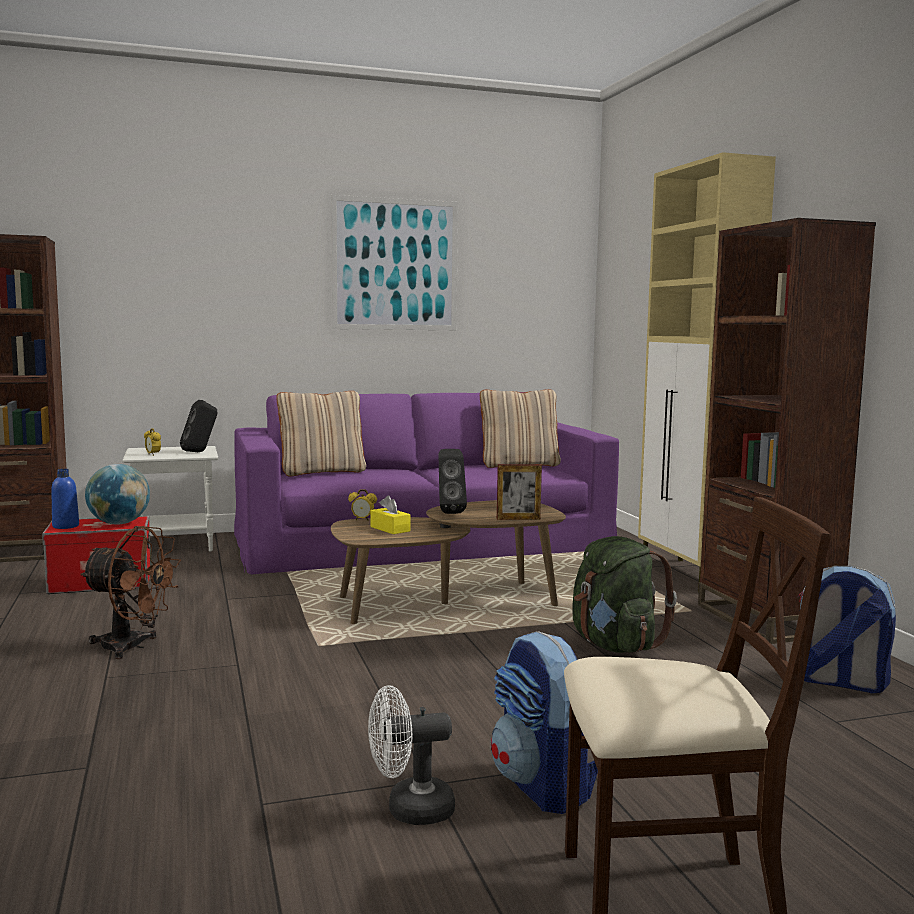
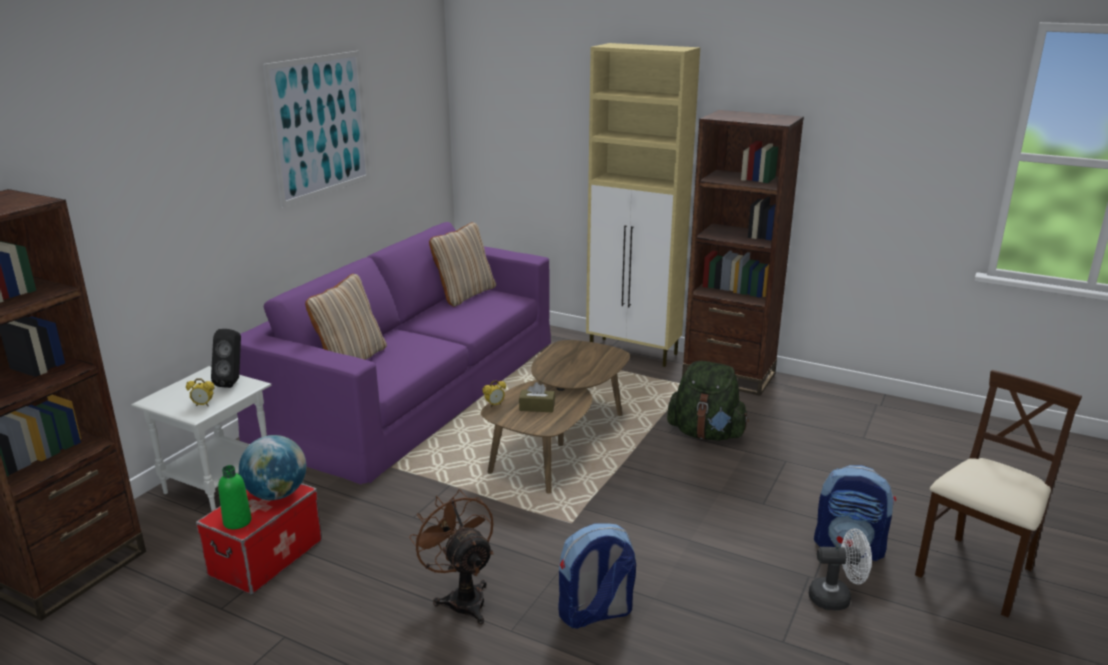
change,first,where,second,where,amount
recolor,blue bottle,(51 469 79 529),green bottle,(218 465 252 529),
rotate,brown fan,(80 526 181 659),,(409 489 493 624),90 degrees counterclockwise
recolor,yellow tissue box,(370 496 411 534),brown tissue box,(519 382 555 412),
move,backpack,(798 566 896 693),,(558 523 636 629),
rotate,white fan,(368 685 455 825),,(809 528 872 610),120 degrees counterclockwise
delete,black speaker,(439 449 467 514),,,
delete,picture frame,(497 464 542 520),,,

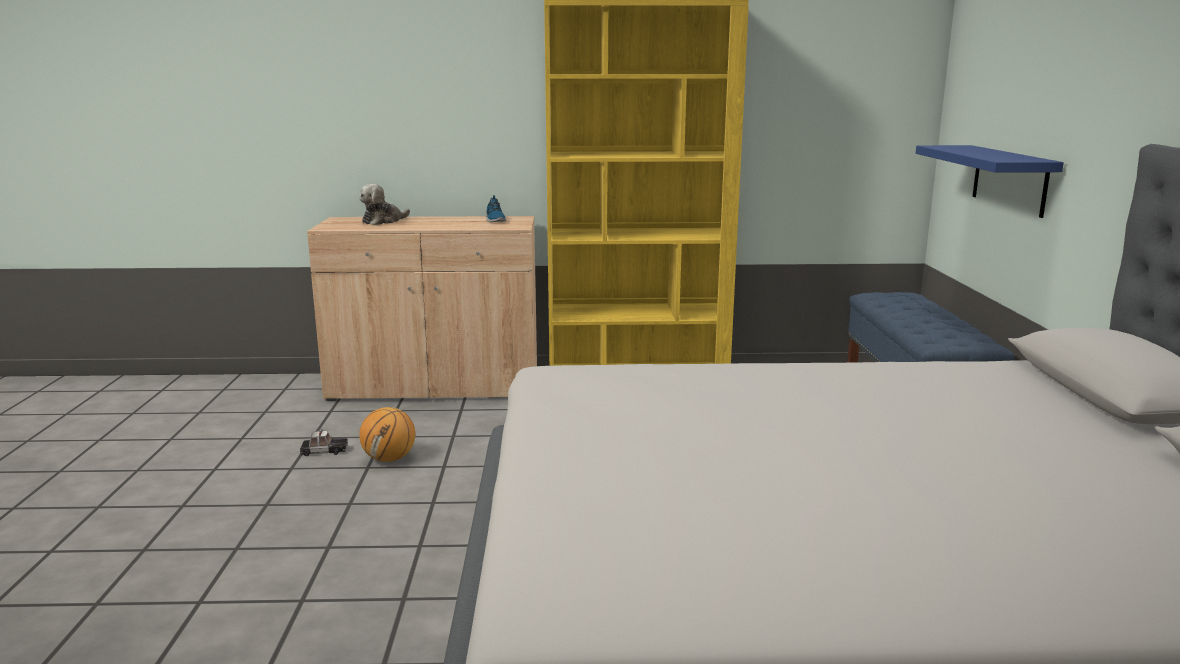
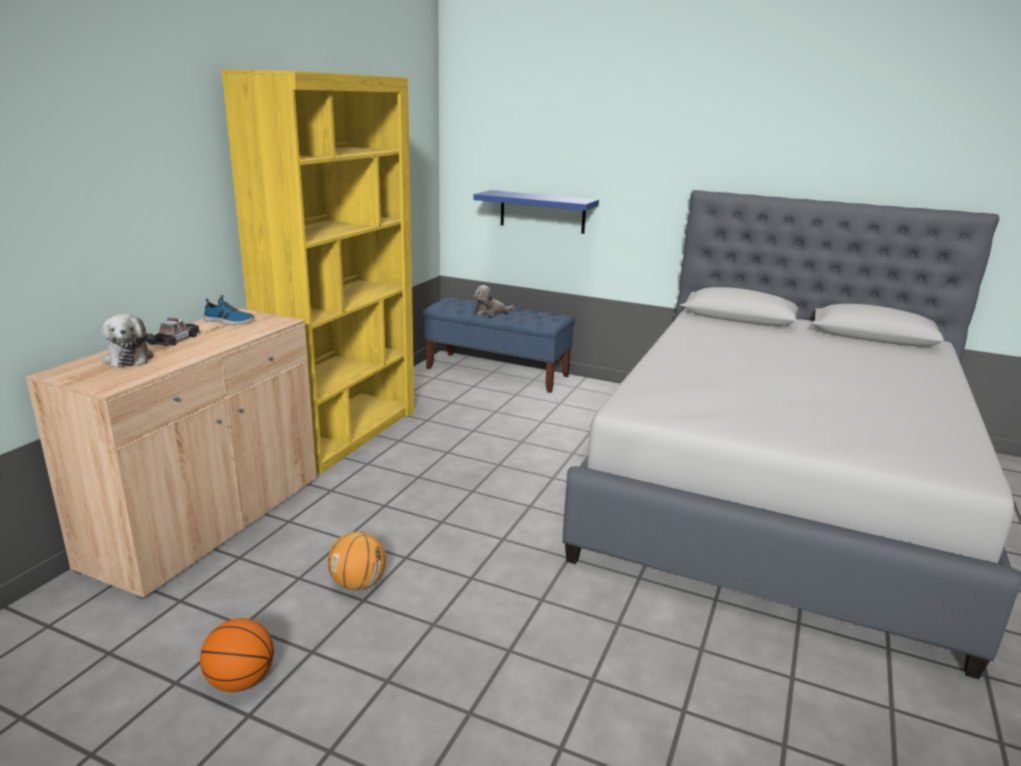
change,first,where,second,where,amount
move,toy car,(300 429 348 456),,(154 318 200 346),
insert,,,basketball,(200 618 274 692),
insert,,,plush toy,(473 285 514 316),

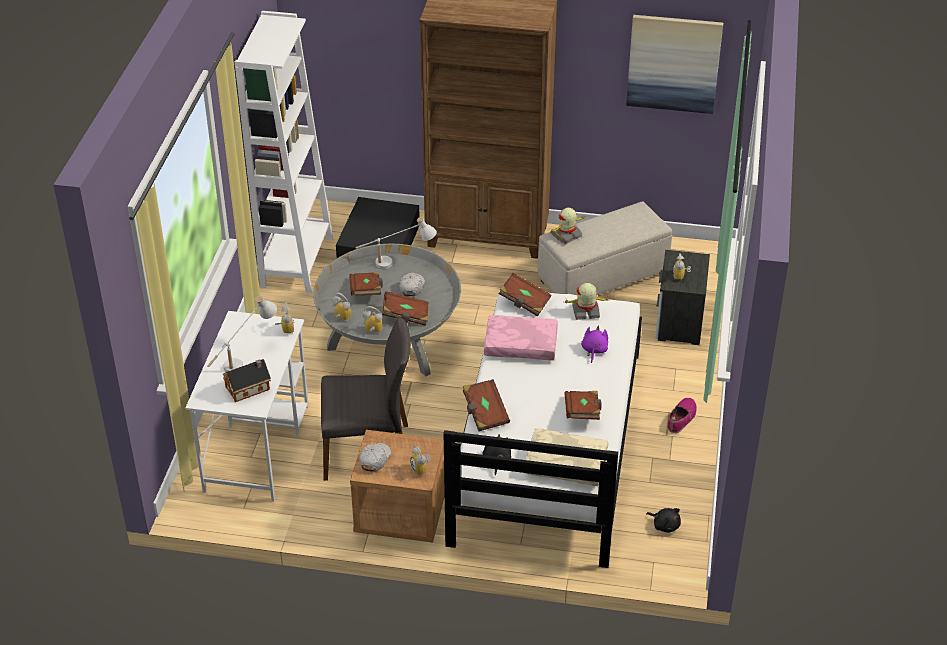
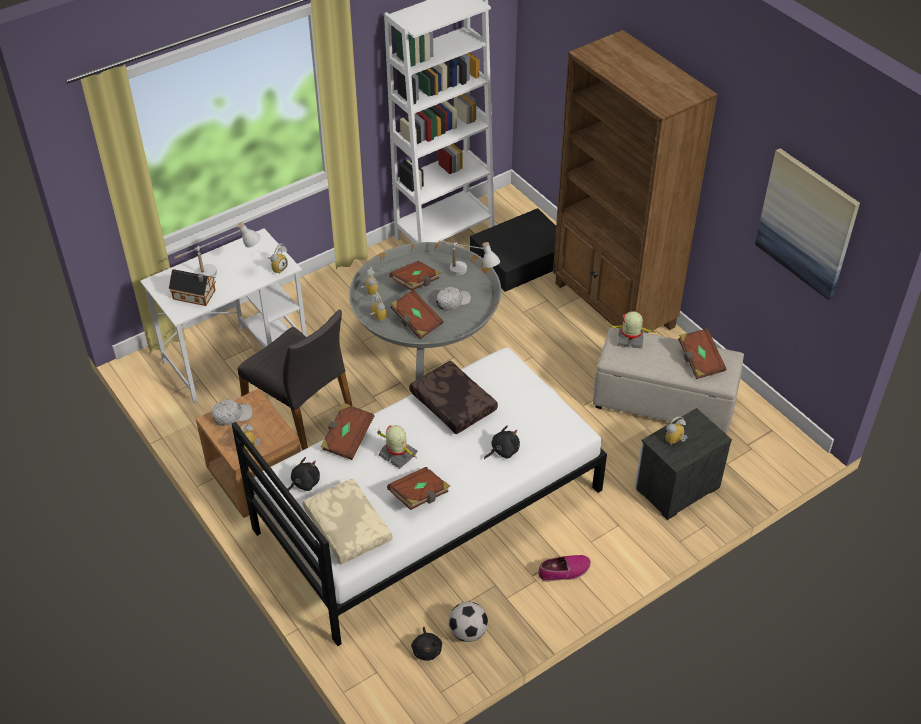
change,first,where,second,where,amount
move,toy robot,(563 283 609 320),,(375 425 418 469),
recolor,pink pillow,(484 315 558 360),brown pillow,(409 360 498 434),
insert,,,football,(448 602 488 642),
recolor,purple plush toy,(581 326 608 363),black plush toy,(484 425 520 459),
move,brown book,(499 273 551 317),,(678 328 726 379),

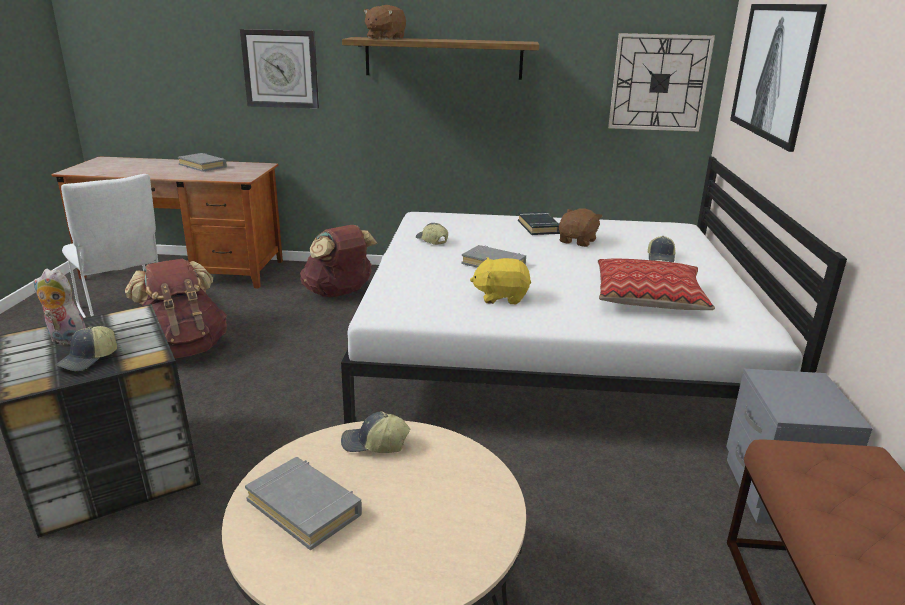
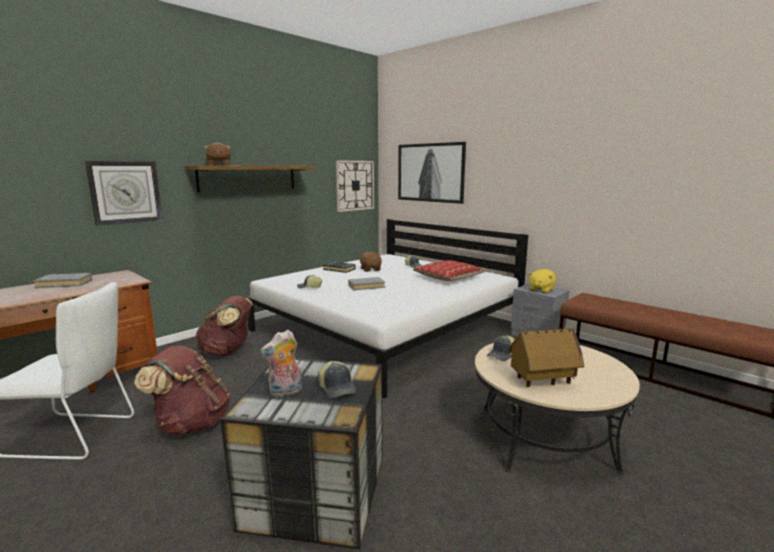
change,first,where,second,where,amount
replace,grey book,(245 457 362 551),toy house,(508 328 584 387),
move,yellow plush toy,(470 257 531 304),,(528 269 556 293),

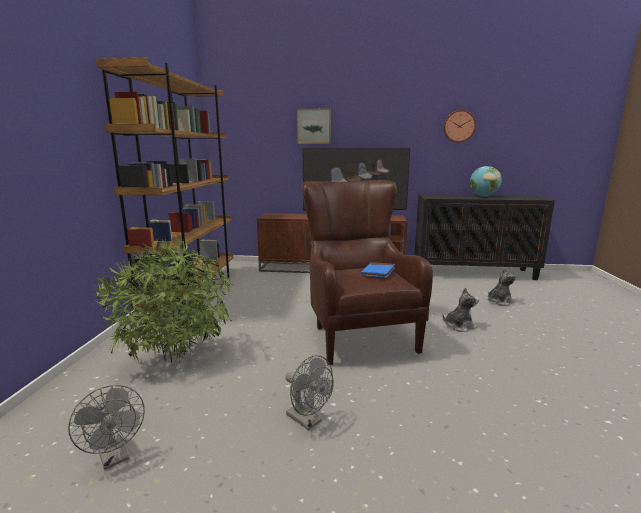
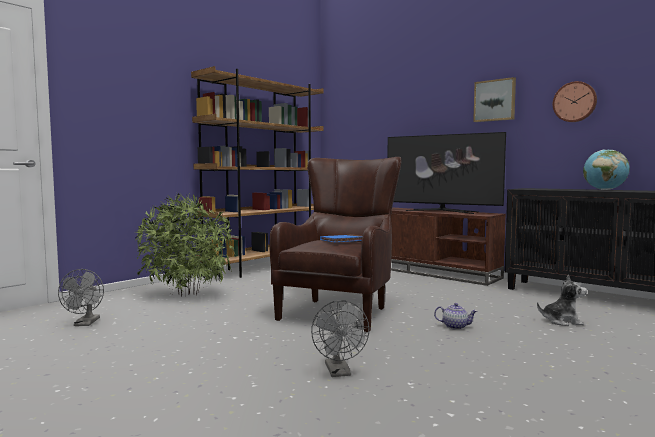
change,first,where,second,where,amount
move,grey fan,(285 355 334 430),,(311 300 369 377),
replace,plush toy,(442 288 479 332),teapot,(434 303 477 330),
move,picture,(297 109 331 144),,(473 77 516 122),

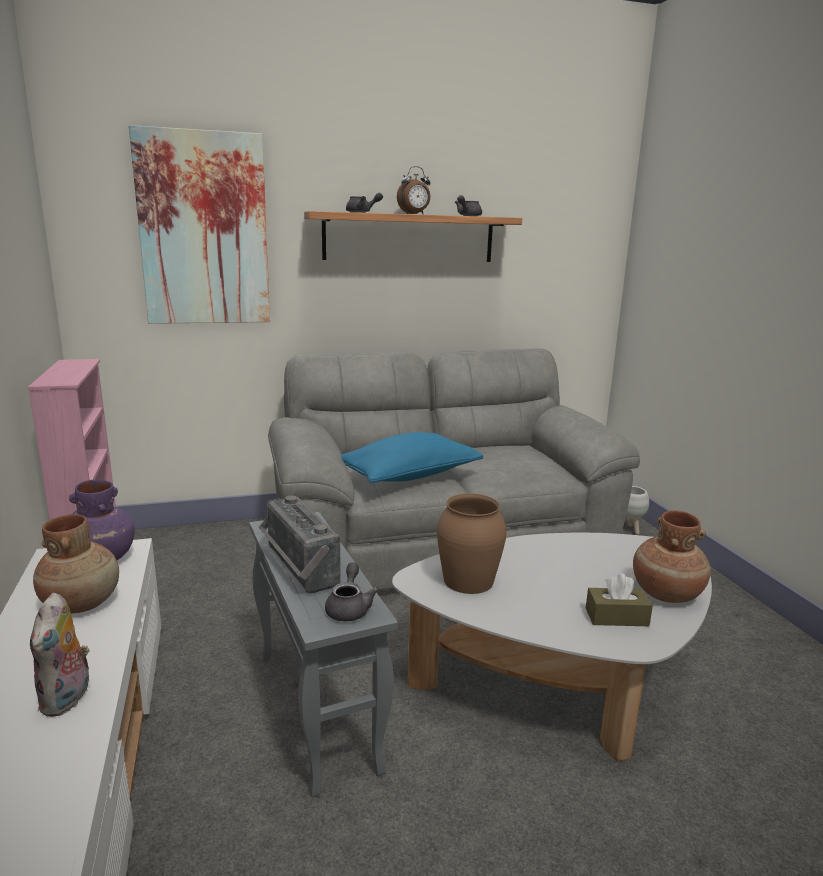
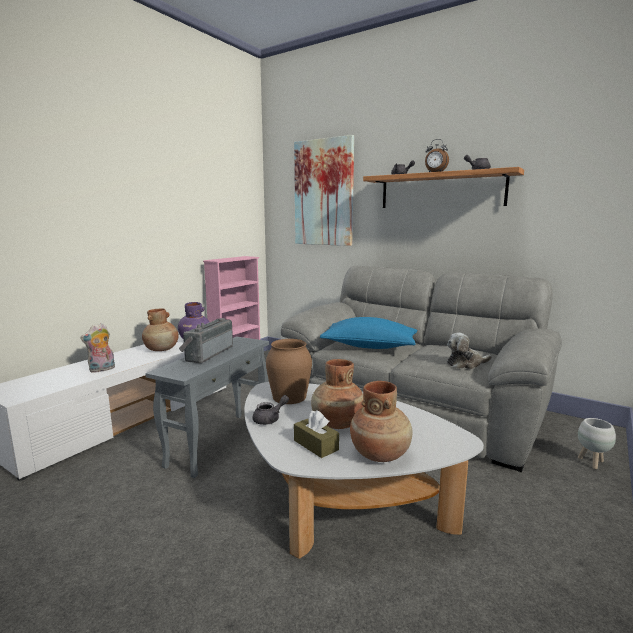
change,first,where,second,where,amount
move,grey teapot,(325 563 379 621),,(253 395 289 425),
insert,,,brown vase,(311 359 364 429),
insert,,,plush toy,(447 333 492 369),

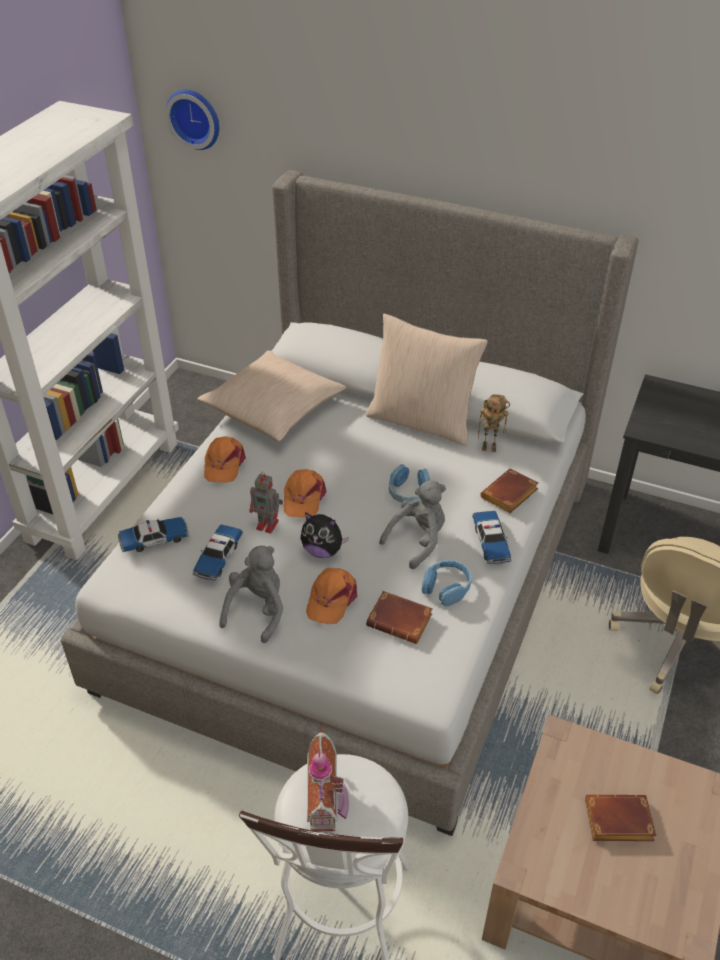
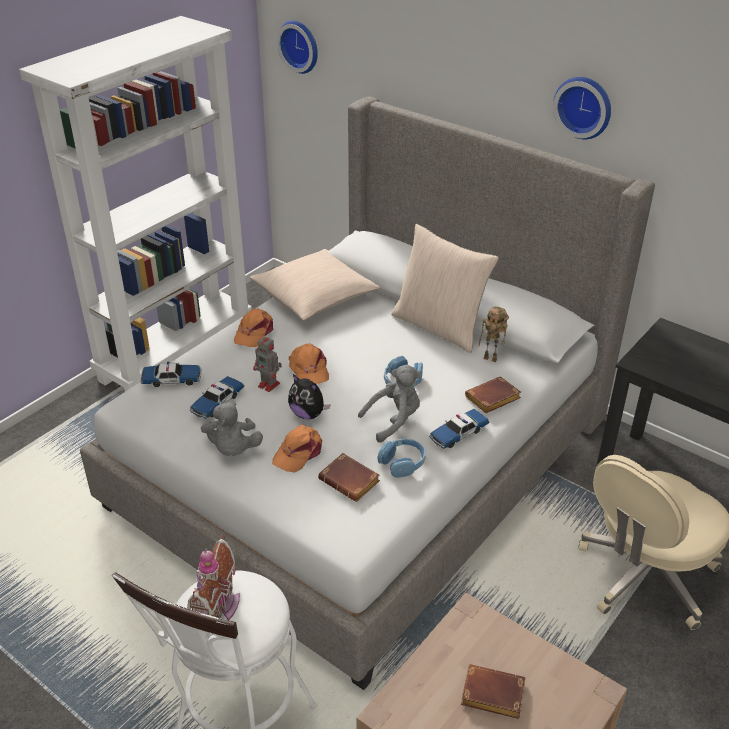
change,first,where,second,where,amount
rotate,grey plush toy,(219 546 283 643),,(201 402 263 456),135 degrees clockwise
rotate,orange cap,(284 469 327 518),,(289 343 329 384),45 degrees counterclockwise
rotate,toy car,(472 511 511 564),,(429 409 489 449),45 degrees clockwise
insert,,,wall clock,(553 77 611 139),

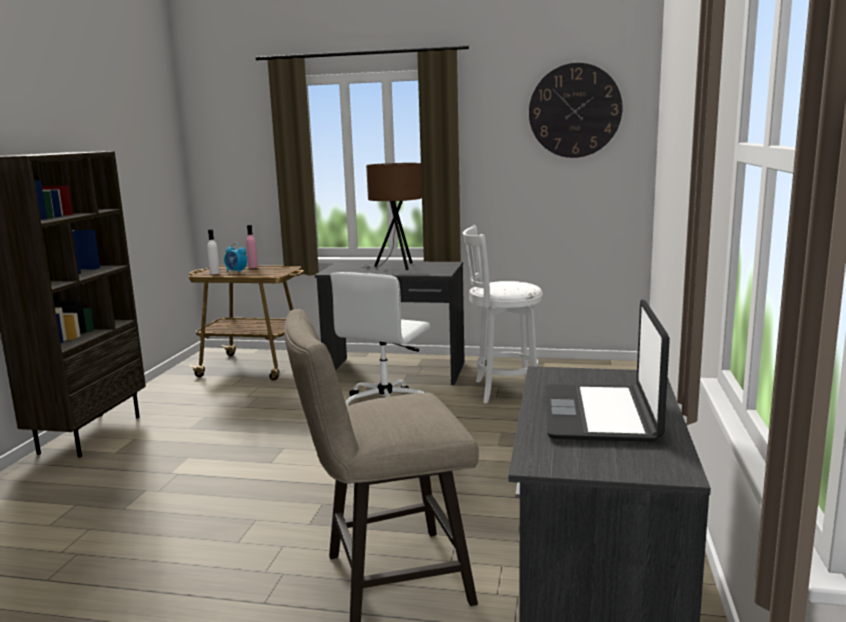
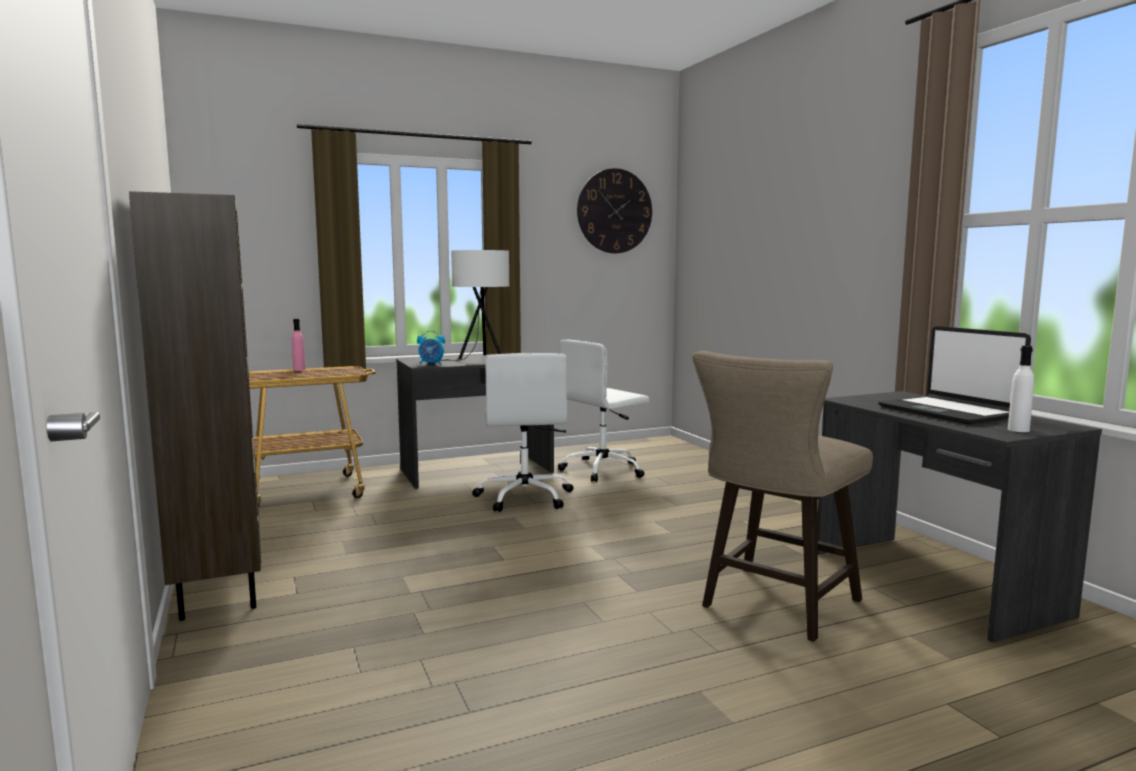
change,first,where,second,where,amount
move,alarm clock,(224 243 247 273),,(417 331 445 365),
recolor,brown table lamp,(360 163 423 270),white table lamp,(441 250 509 361),
replace,white stool,(463 225 543 404),white office chair,(558 340 650 482),
move,white bottle,(207 229 220 274),,(1008 346 1035 432),

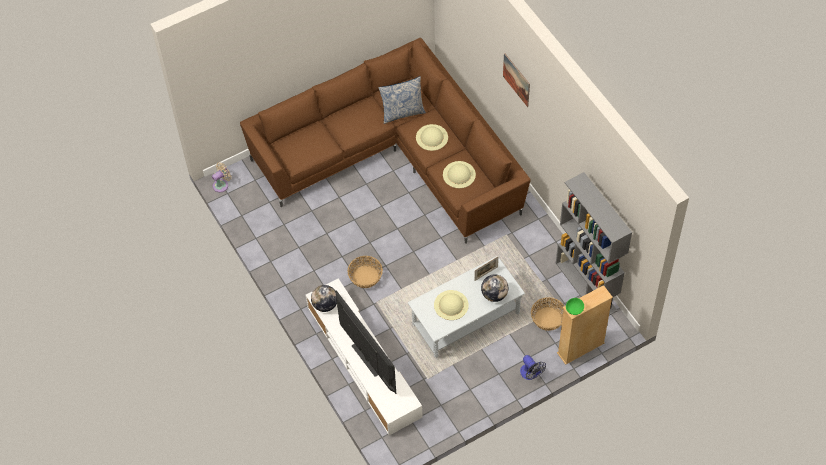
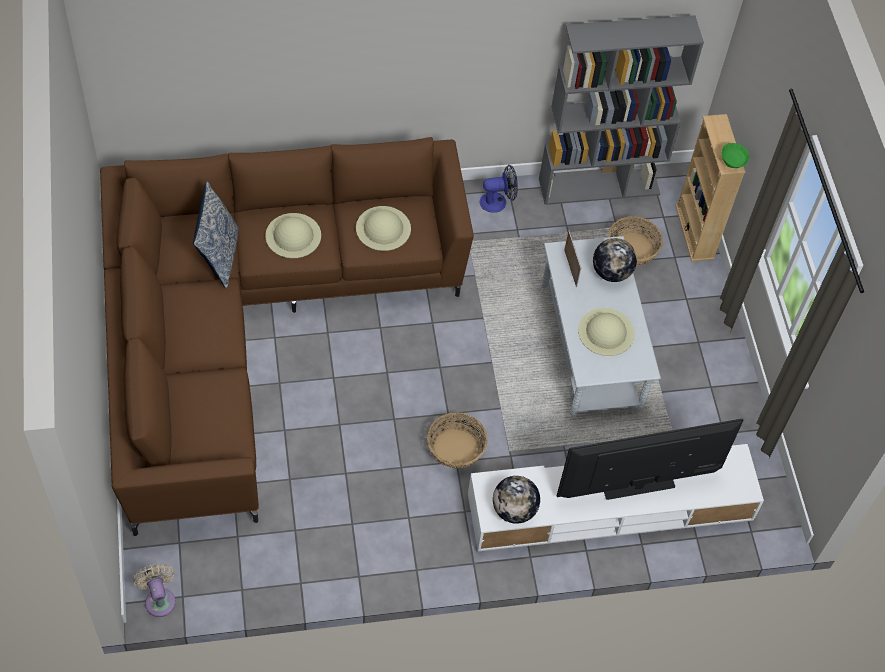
change,first,where,second,where,amount
move,fan,(520 355 546 380),,(480 165 518 213),
delete,picture,(503 53 530 107),,,

